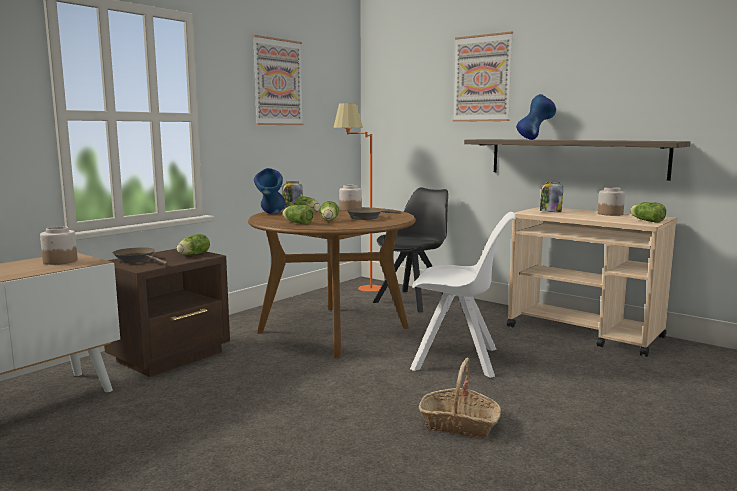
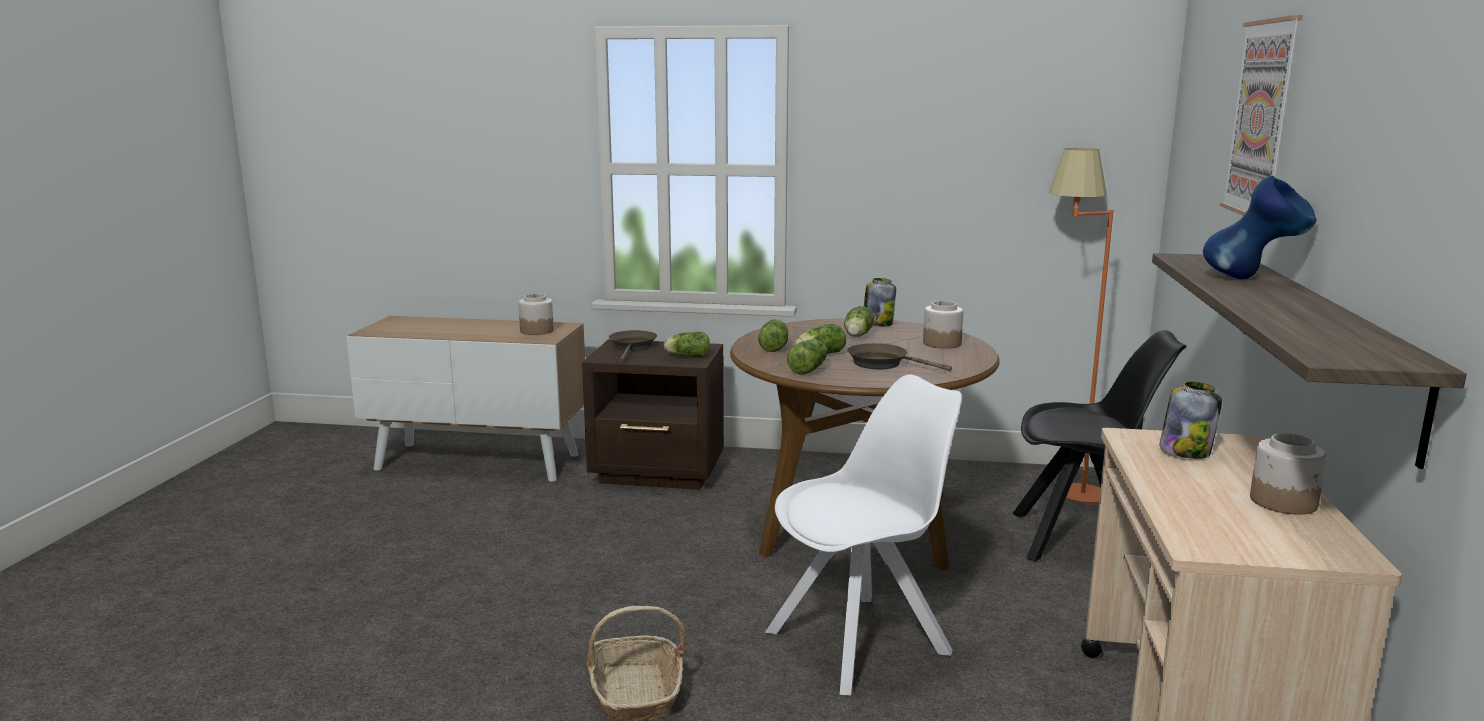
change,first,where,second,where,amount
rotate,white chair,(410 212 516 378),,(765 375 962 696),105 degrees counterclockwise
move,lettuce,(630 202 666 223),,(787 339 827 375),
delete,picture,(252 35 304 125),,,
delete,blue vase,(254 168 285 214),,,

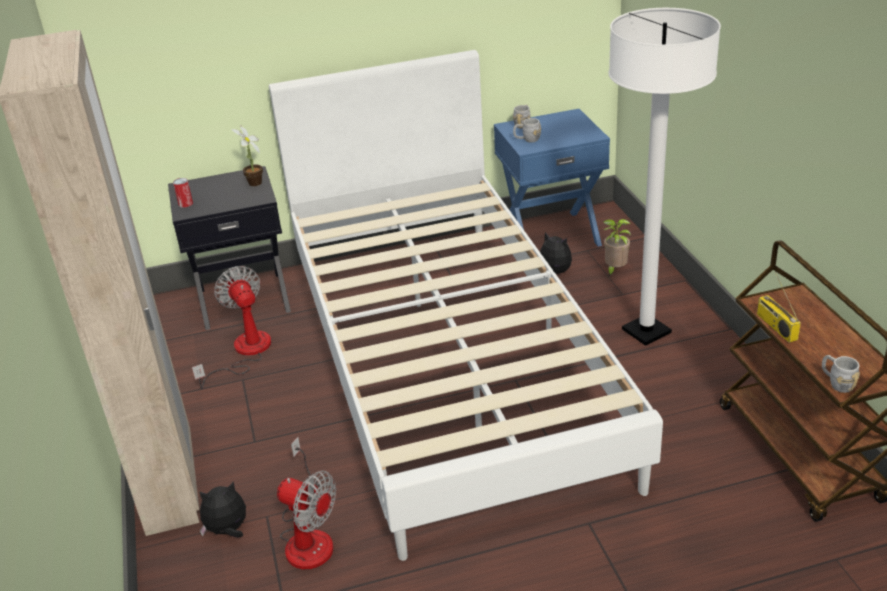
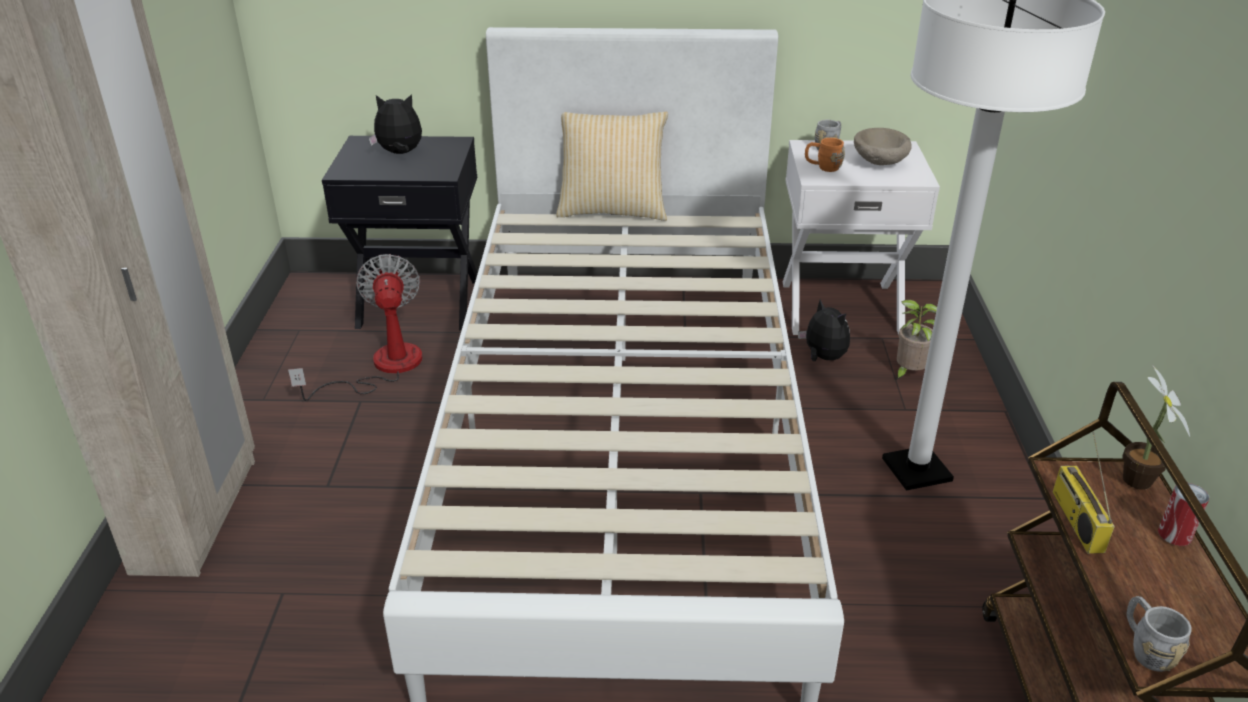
change,first,where,second,where,amount
move,plush toy,(199 482 246 538),,(369 94 422 154),
insert,,,pillow,(556 112 668 221),
recolor,blue nightstand,(494 109 610 247),white nightstand,(783 140 940 335),
recolor,grey mug,(513 118 541 143),orange mug,(805 138 845 172),
insert,,,beige bowl,(854 128 912 165),
move,potted plant,(231 125 263 186),,(1122 364 1190 490),
move,can,(173 178 193 208),,(1158 483 1209 546),
delete,fan,(277 437 336 569),,,

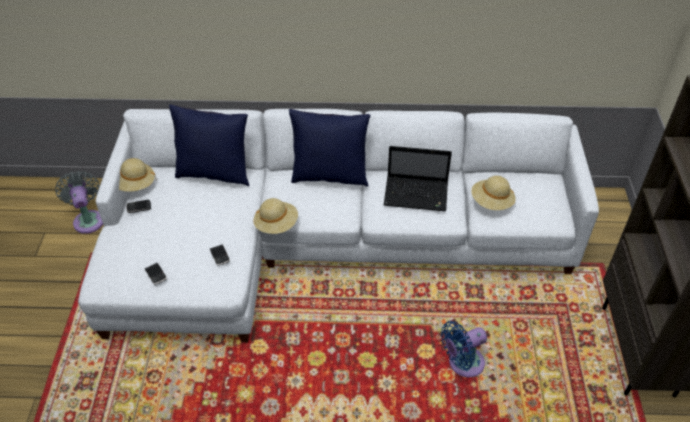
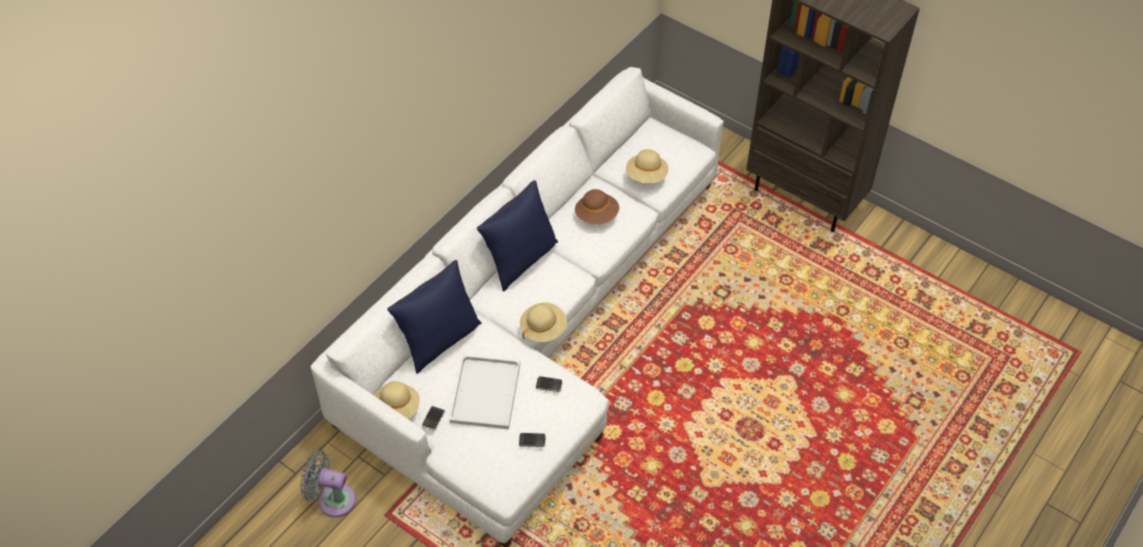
change,first,where,second,where,amount
insert,,,white tray,(450 355 520 429),
replace,laptop,(384 146 452 211),brown hat,(575 189 619 225),
delete,blue fan,(441 321 487 377),,,

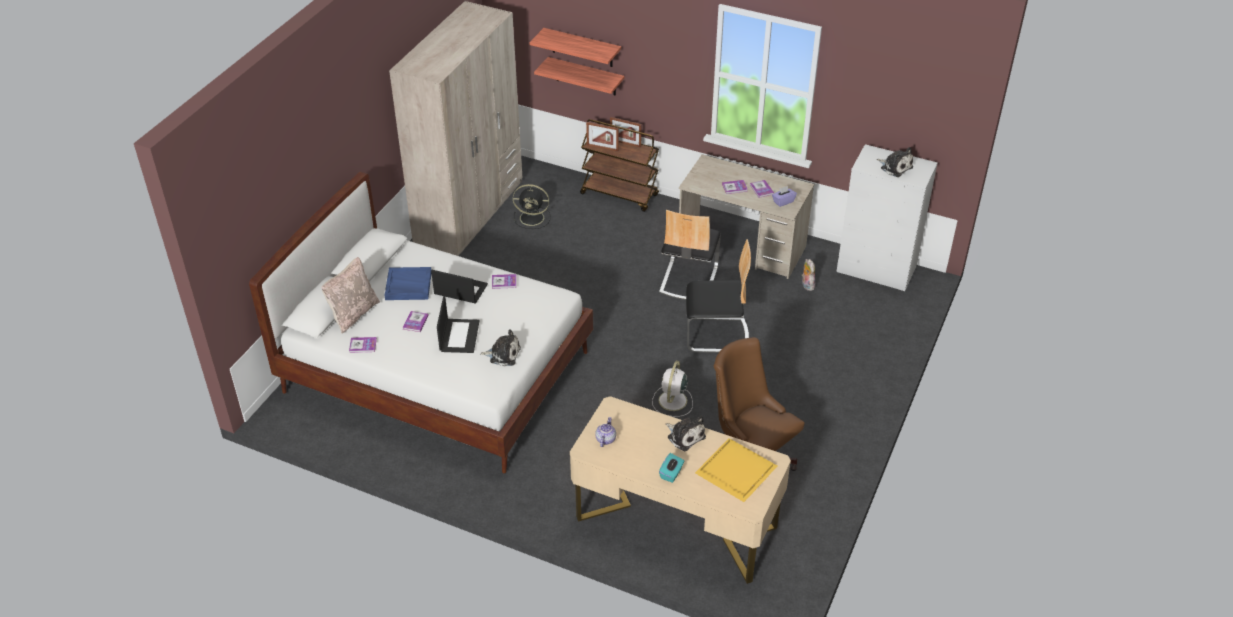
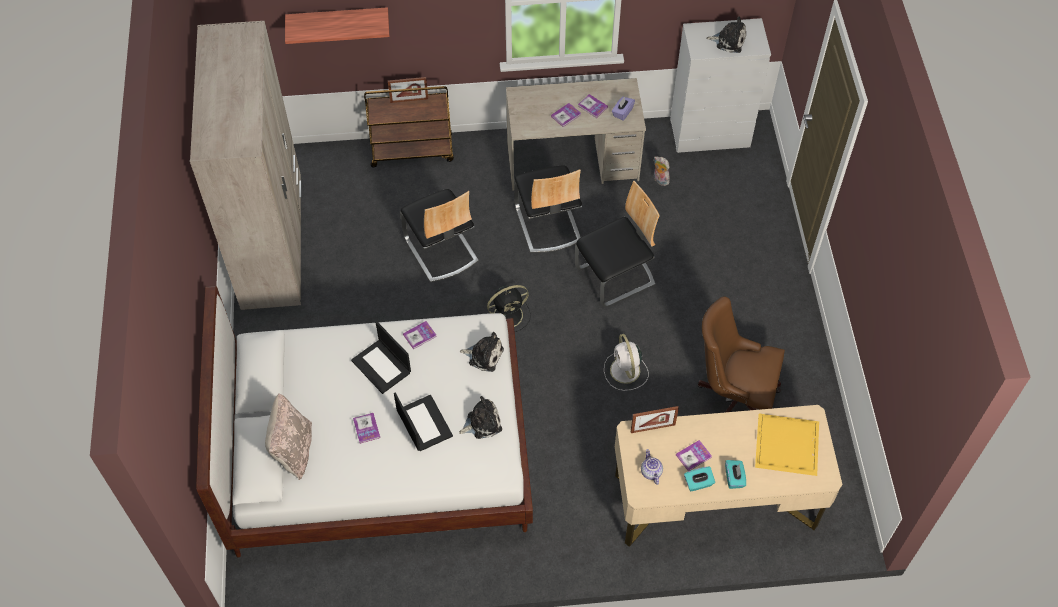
change,first,where,second,where,amount
rotate,laptop,(431 270 488 304),,(351 322 411 394),120 degrees counterclockwise
insert,,,chair,(400 189 479 282),
move,plush toy,(666 415 706 451),,(460 332 504 372),
move,black fan,(513 184 551 229),,(487 285 531 332),
move,picture frame,(586 122 619 151),,(631 406 679 433),
move,book,(349 337 377 353),,(676 440 712 471),
insert,,,turquoise tissue box,(684 466 715 491),
delete,blue tray,(385 267 432 300),,,
delete,shelf,(534 57 624 96),,,

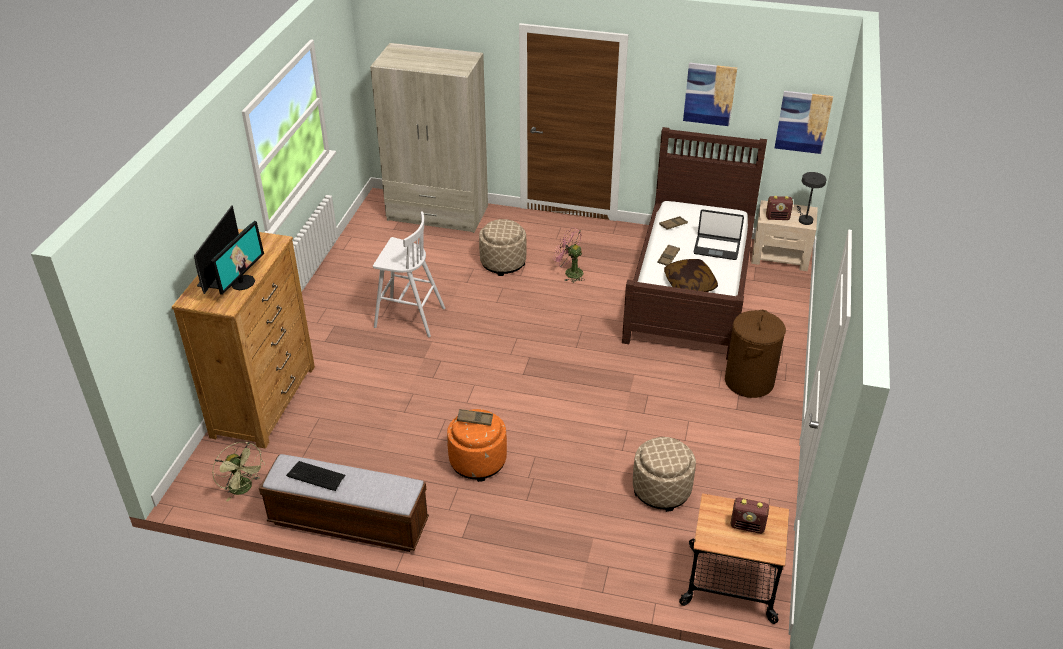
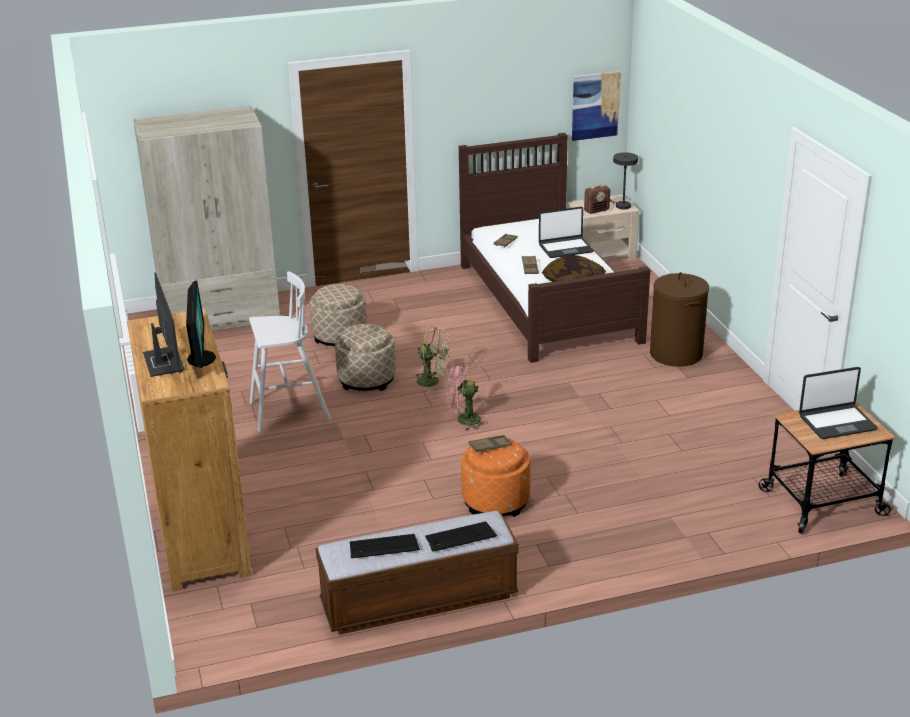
change,first,where,second,where,amount
move,beige ottoman,(633 437 696 512),,(335 324 395 391),
move,green fan,(212 441 264 502),,(412 326 451 392),
insert,,,keyboard,(425 521 497 552),
move,pink fan,(553 227 584 283),,(446 360 488 431),
replace,radio,(730 497 769 534),laptop,(799 367 878 439),
delete,picture,(683 62 737 126),,,

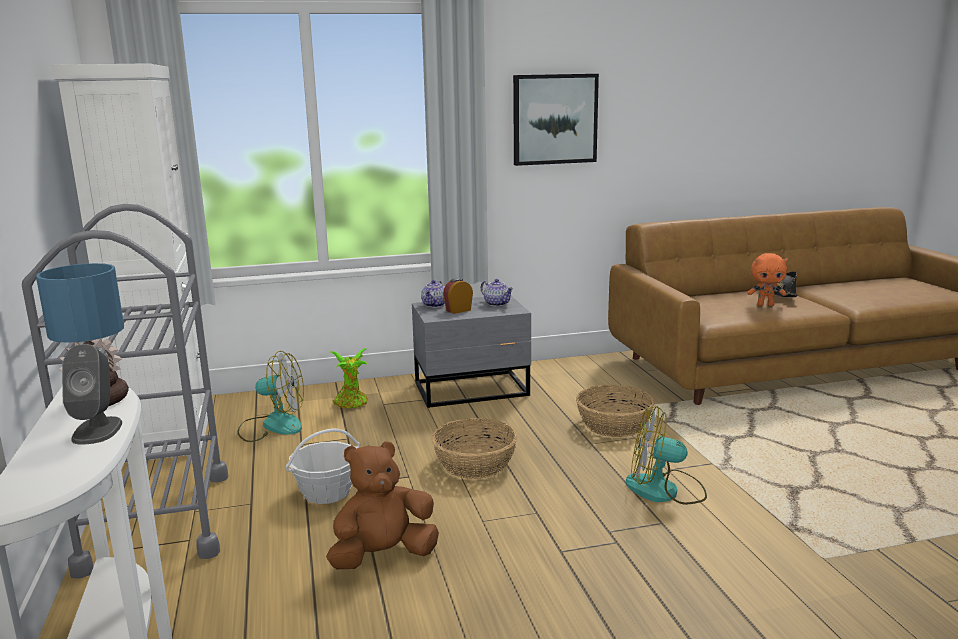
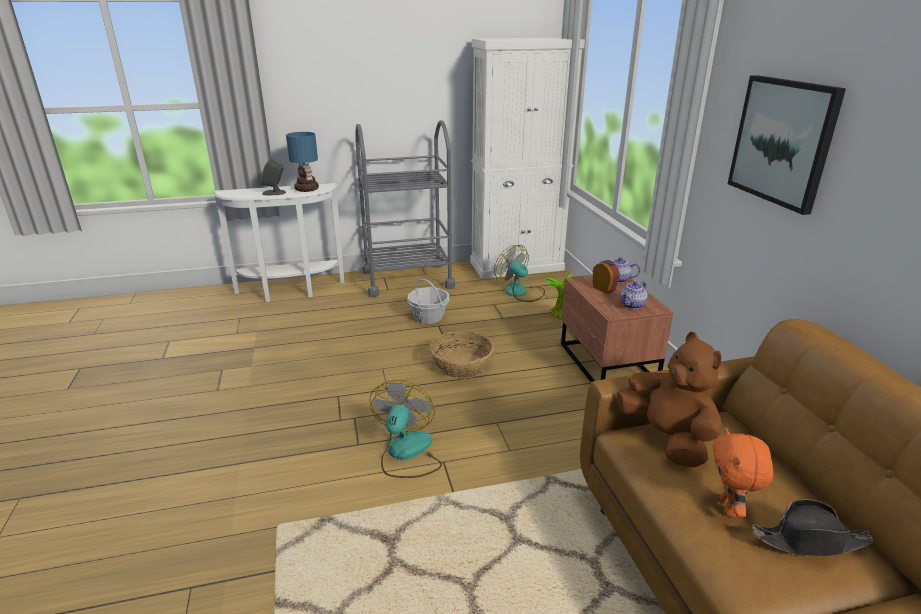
change,first,where,second,where,amount
rotate,fan,(237 351 304 442),,(494 245 545 302),135 degrees clockwise
recolor,grey nightstand,(412 296 531 408),brown nightstand,(561 275 673 382),
move,brown plush toy,(326 441 439 569),,(617 332 722 467),
delete,basket,(576 385 655 437),,,

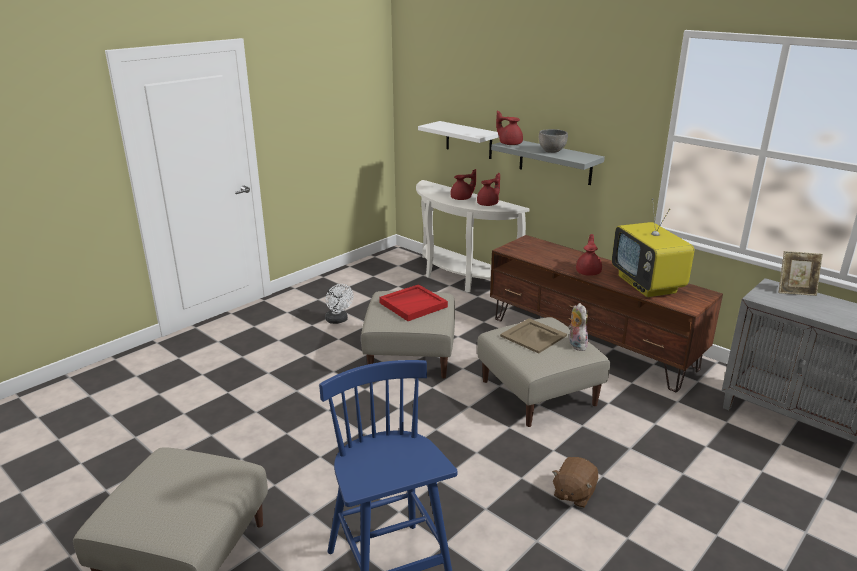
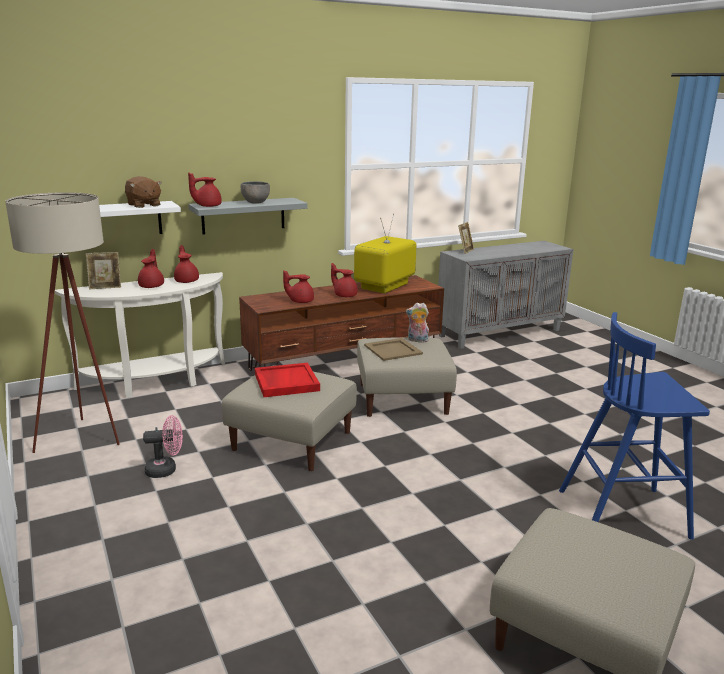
change,first,where,second,where,amount
insert,,,beige floor lamp,(5 192 120 453),
insert,,,picture frame,(86 252 121 290),
move,brown plush toy,(552 457 598 508),,(125 176 162 208),
recolor,white fan,(325 284 354 324),pink fan,(143 415 183 478),
insert,,,red teapot,(283 270 314 303),
rotate,television,(612 198 695 297),,(354 214 417 294),120 degrees clockwise

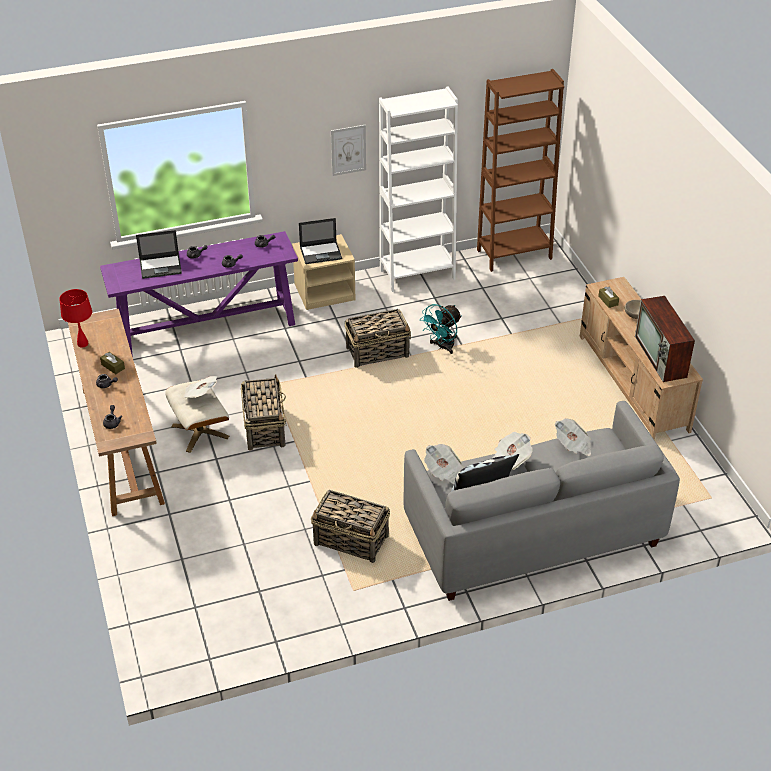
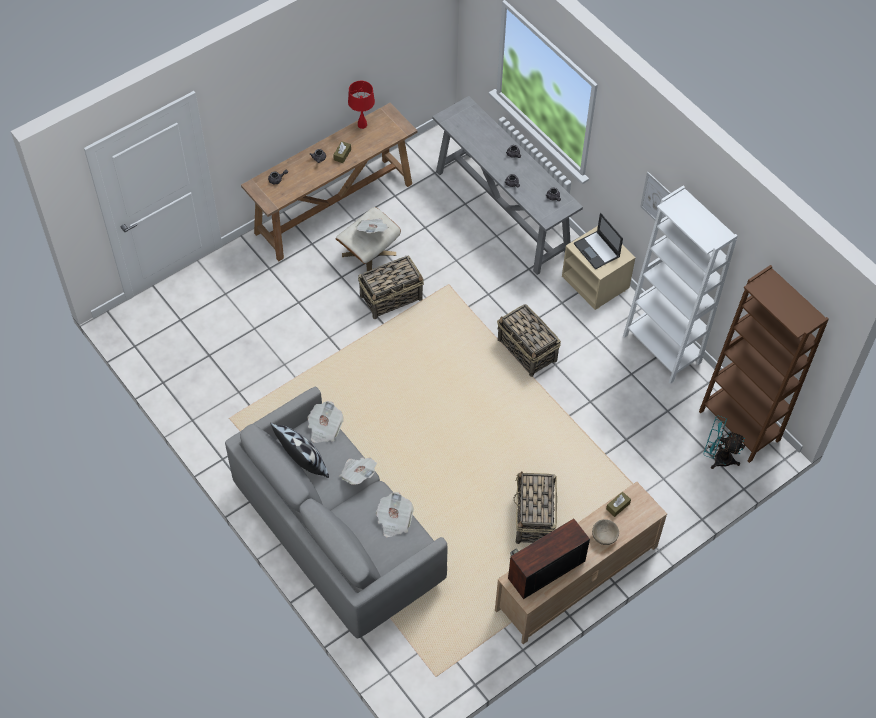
change,first,where,second,where,amount
recolor,purple console table,(100 231 298 357),grey console table,(432 96 583 275),
move,basket,(311 490 390 563),,(513 471 557 544),
move,turquoise fan,(420 304 462 354),,(704 416 745 469),
delete,laptop,(136 230 182 279),,,

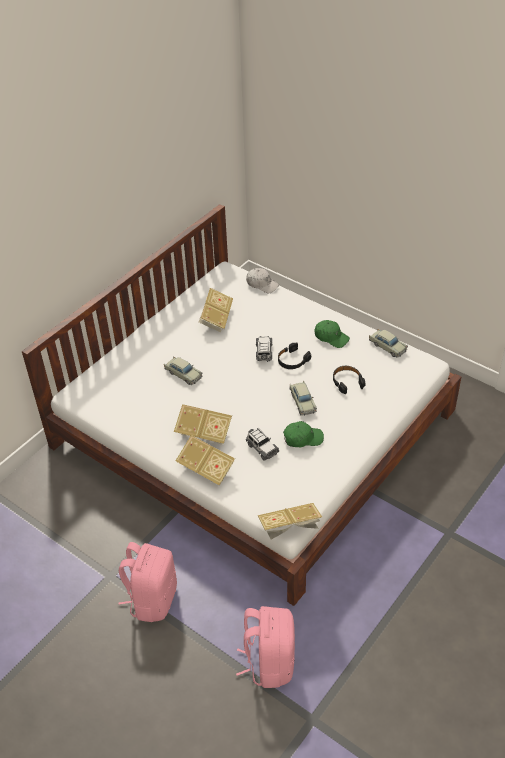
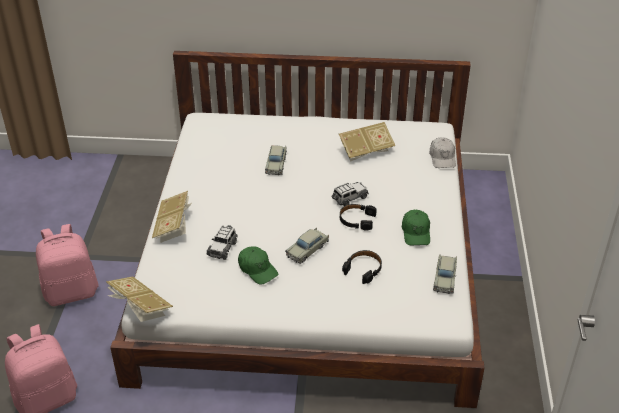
change,first,where,second,where,amount
delete,book,(174 404 232 445),,,

